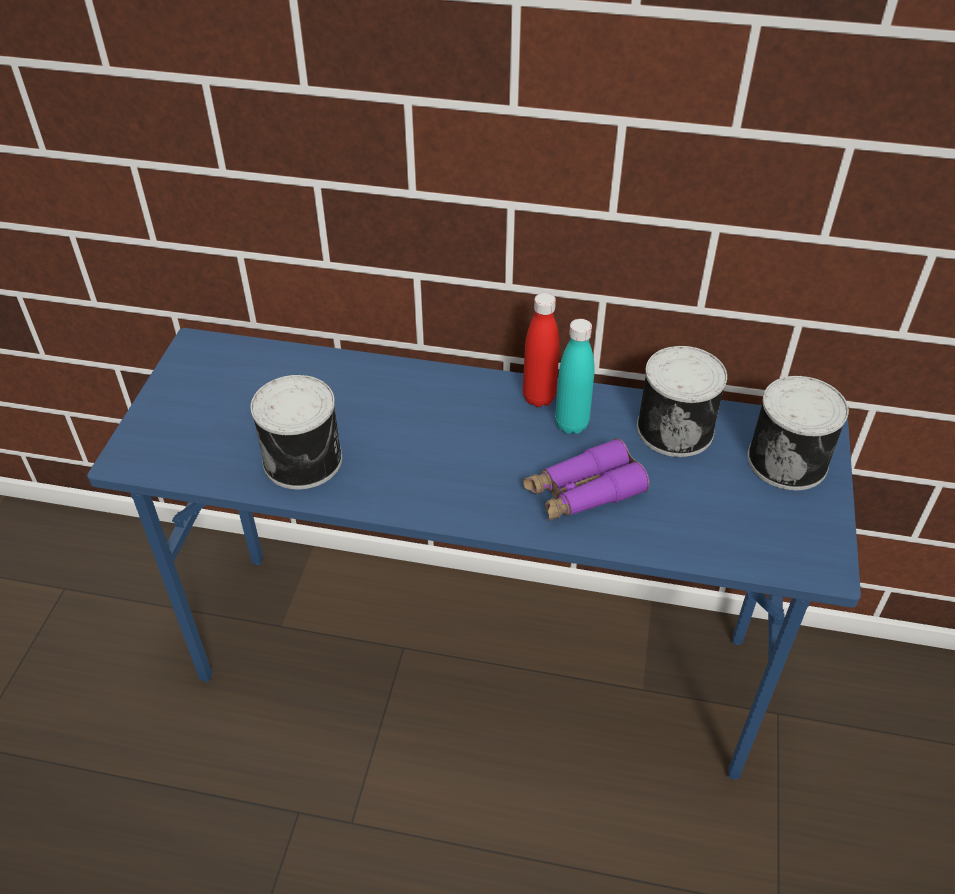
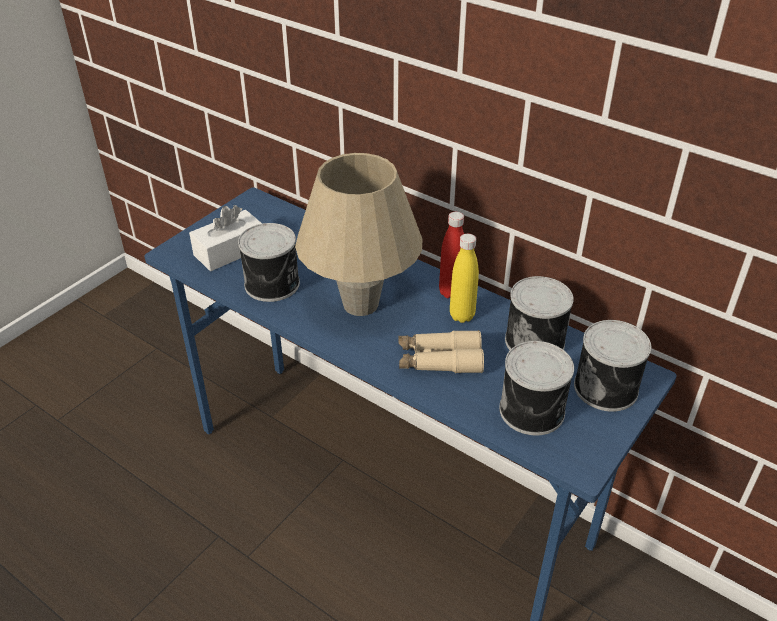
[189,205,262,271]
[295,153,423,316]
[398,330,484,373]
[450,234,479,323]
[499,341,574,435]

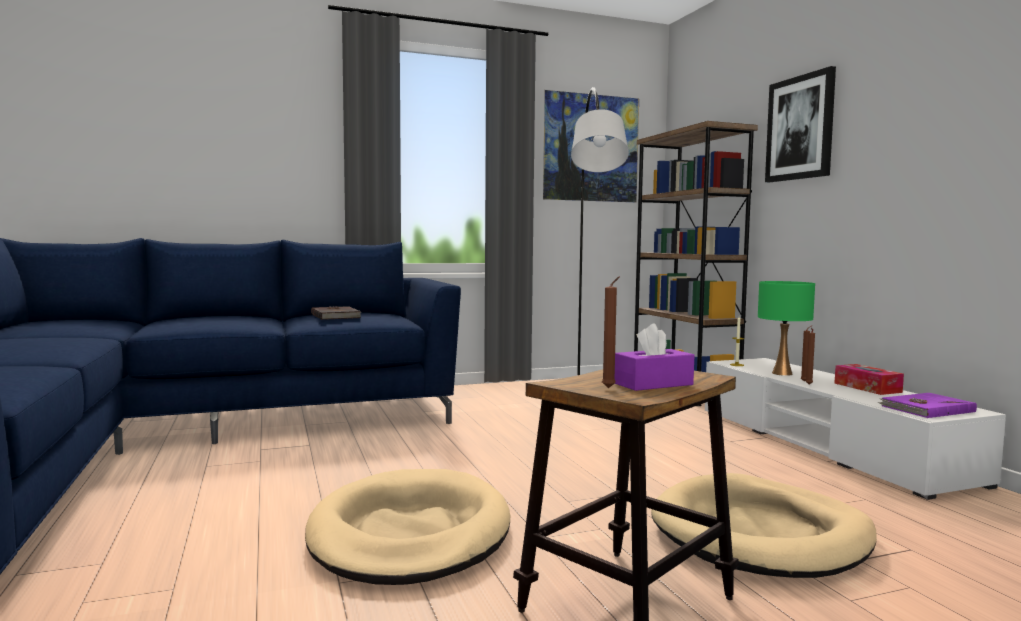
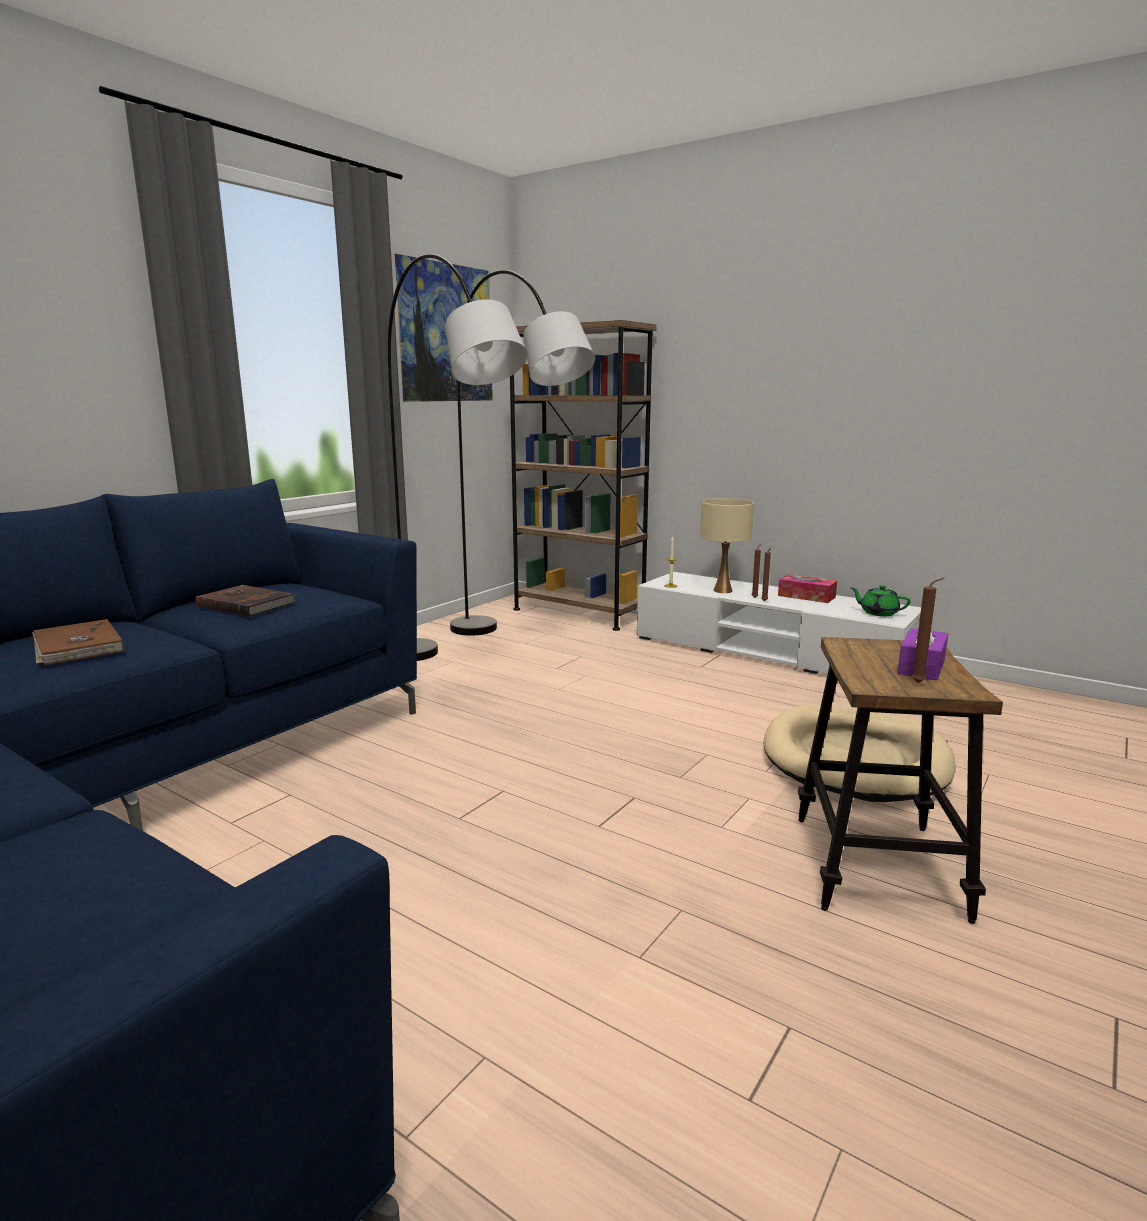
[32,619,124,665]
[388,254,528,661]
[700,498,754,593]
[851,585,911,616]
[305,469,510,585] (first image)
[765,66,836,182] (first image)

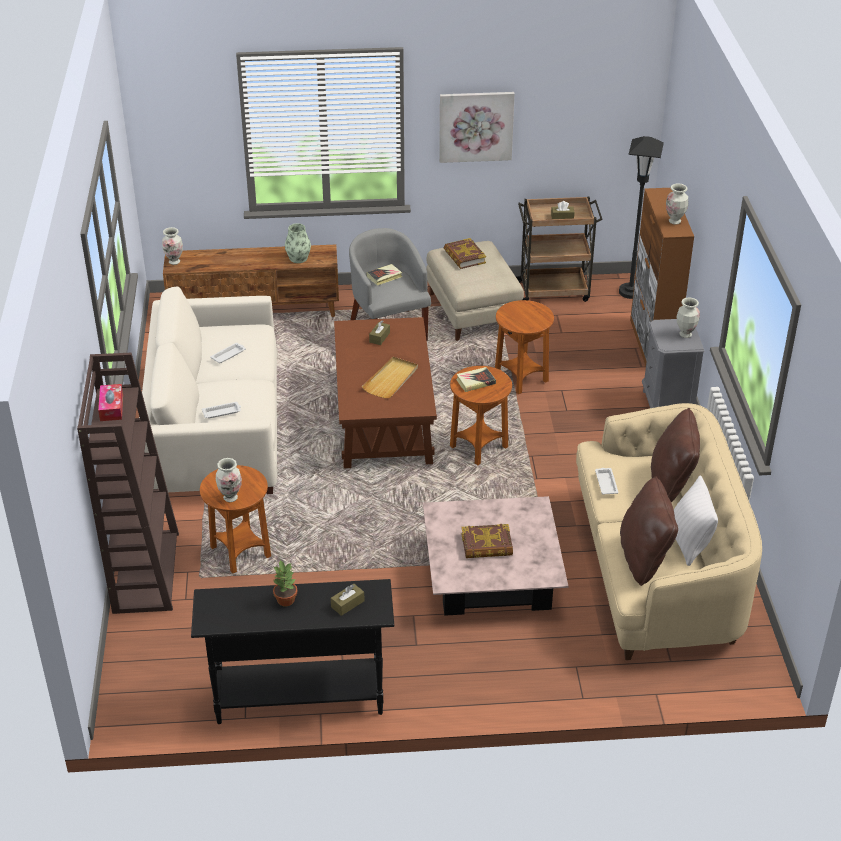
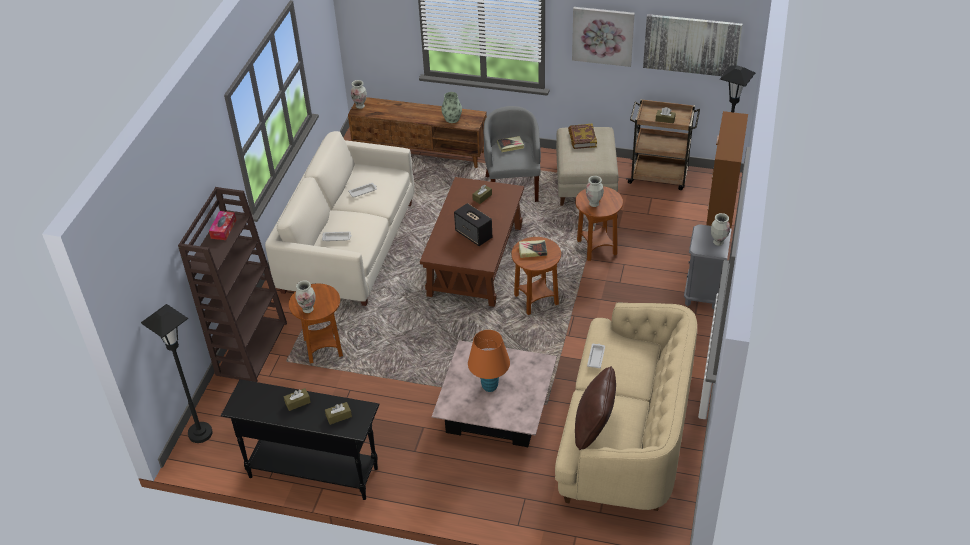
[141,304,213,443]
[284,388,311,411]
[454,203,492,246]
[468,330,510,392]
[586,176,604,207]
[643,14,742,76]
[651,408,700,502] (first image)
[674,476,718,566] (first image)

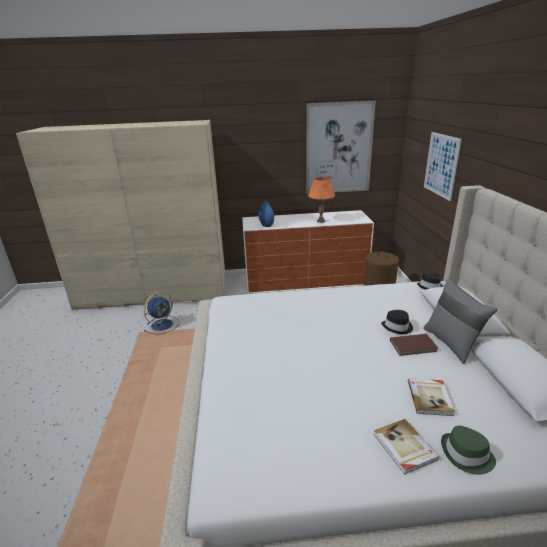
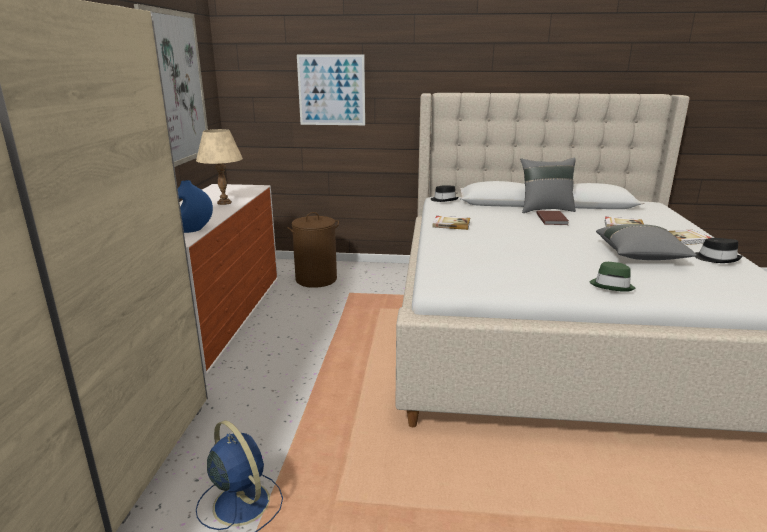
[196,129,243,205]
[433,216,470,230]
[590,262,635,292]
[596,224,697,260]
[695,238,742,263]

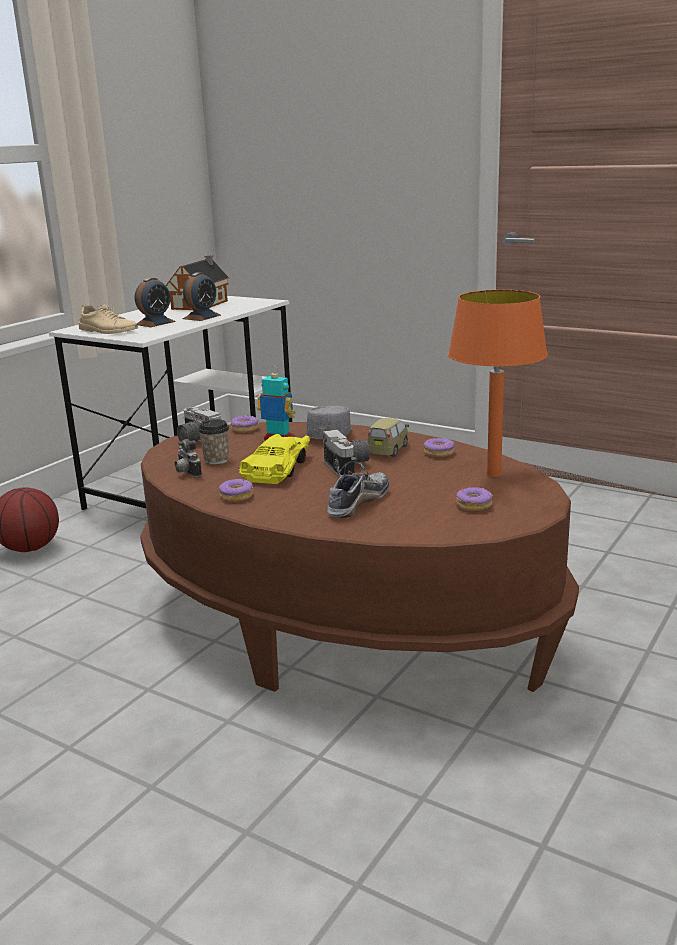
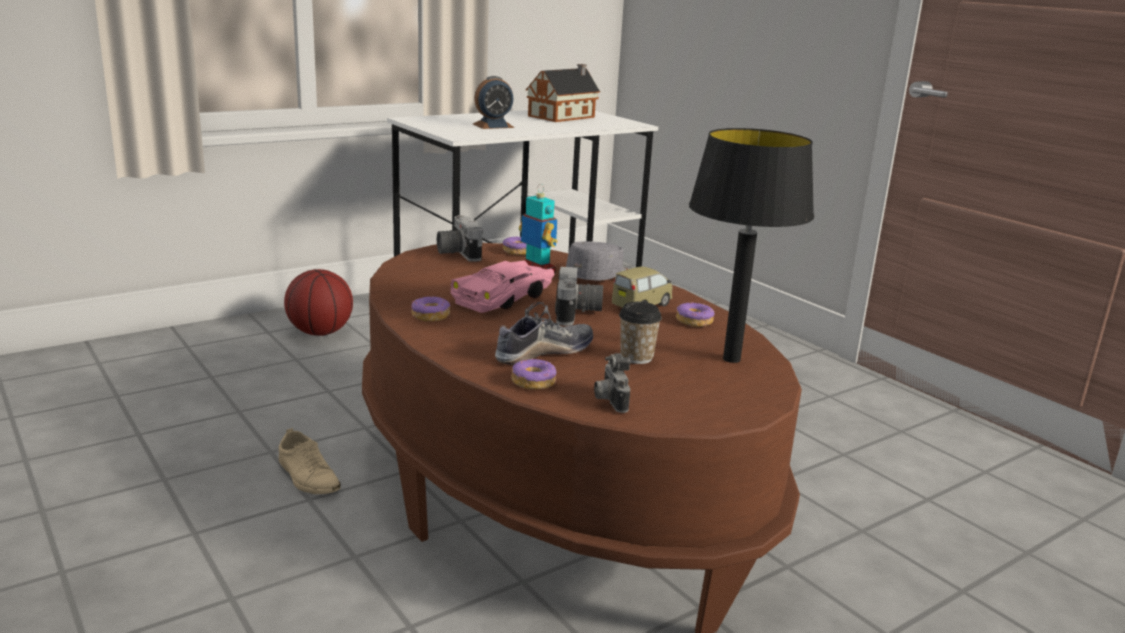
[279,428,341,494]
[450,261,554,313]
[512,359,556,389]
[594,353,630,413]
[619,302,662,364]
[689,128,814,363]
[183,272,221,321] (first image)

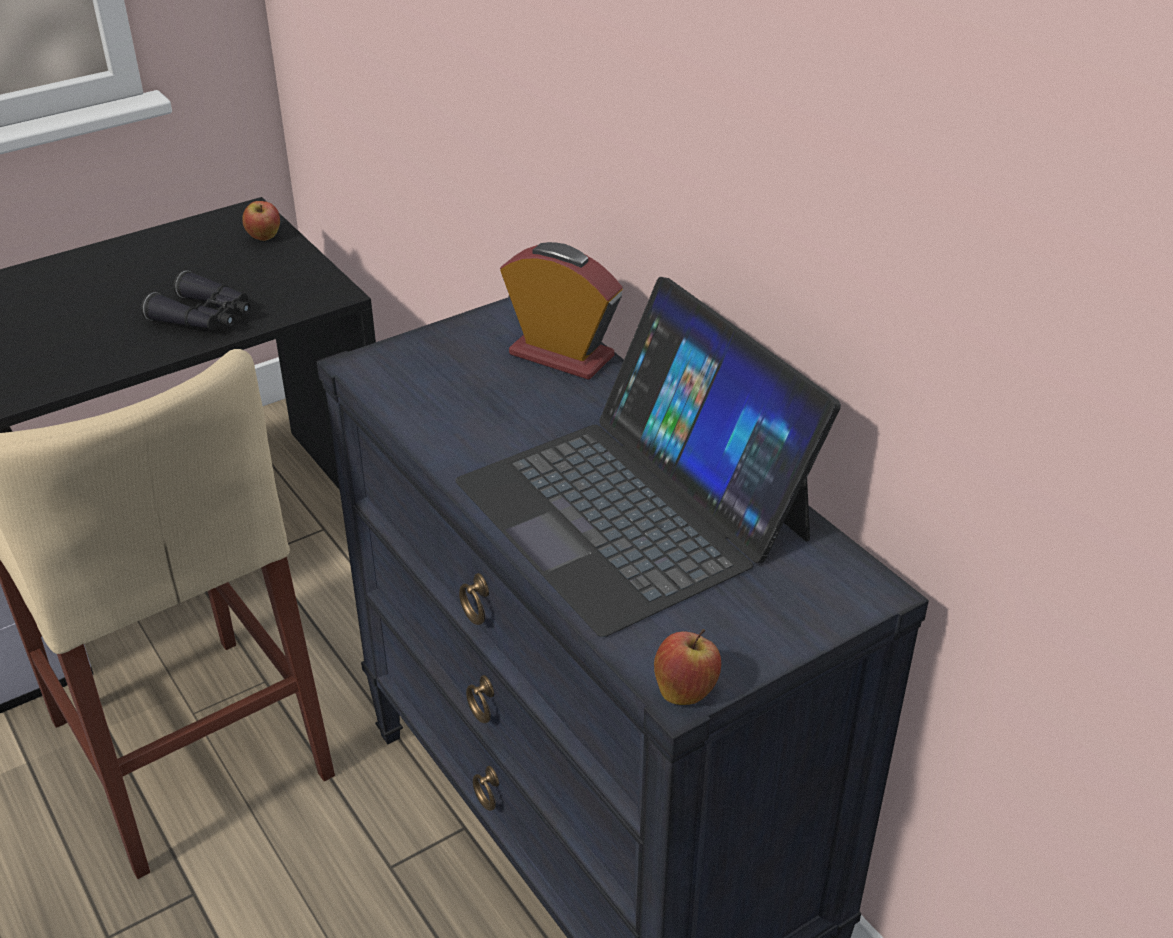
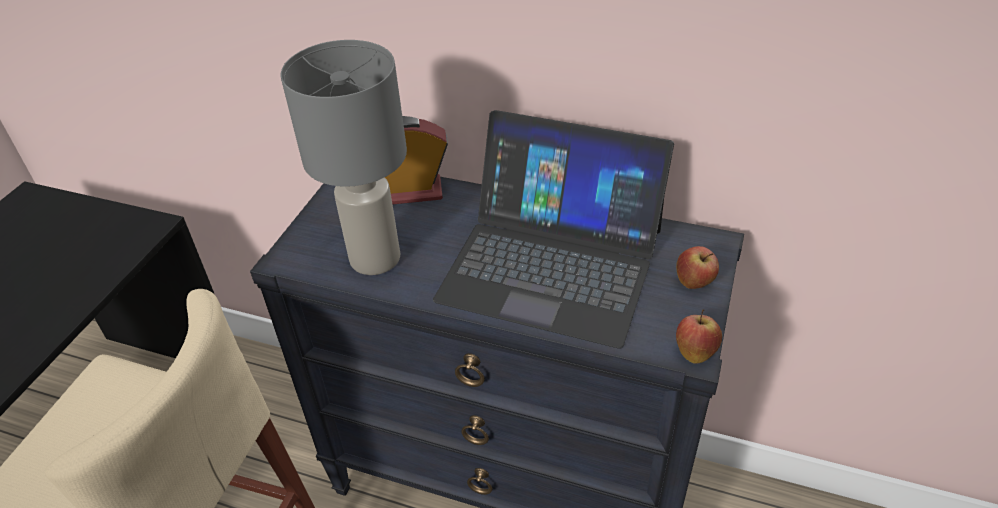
[281,40,407,275]
[676,246,719,289]
[141,270,251,330] (first image)

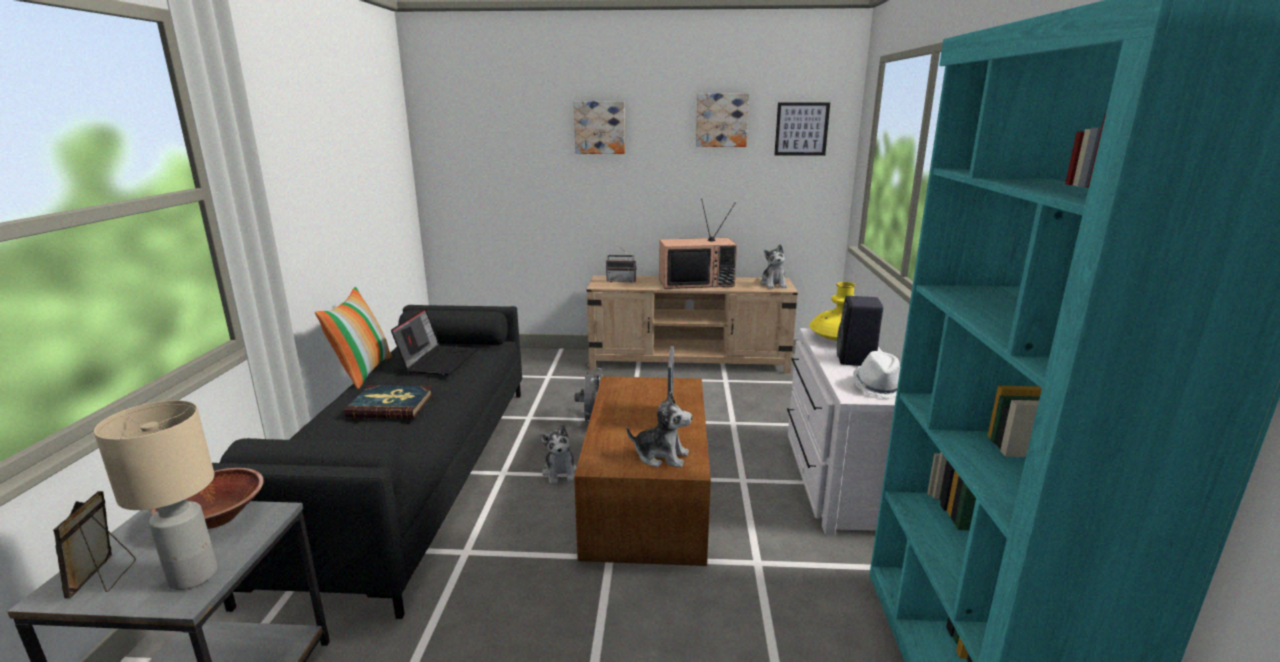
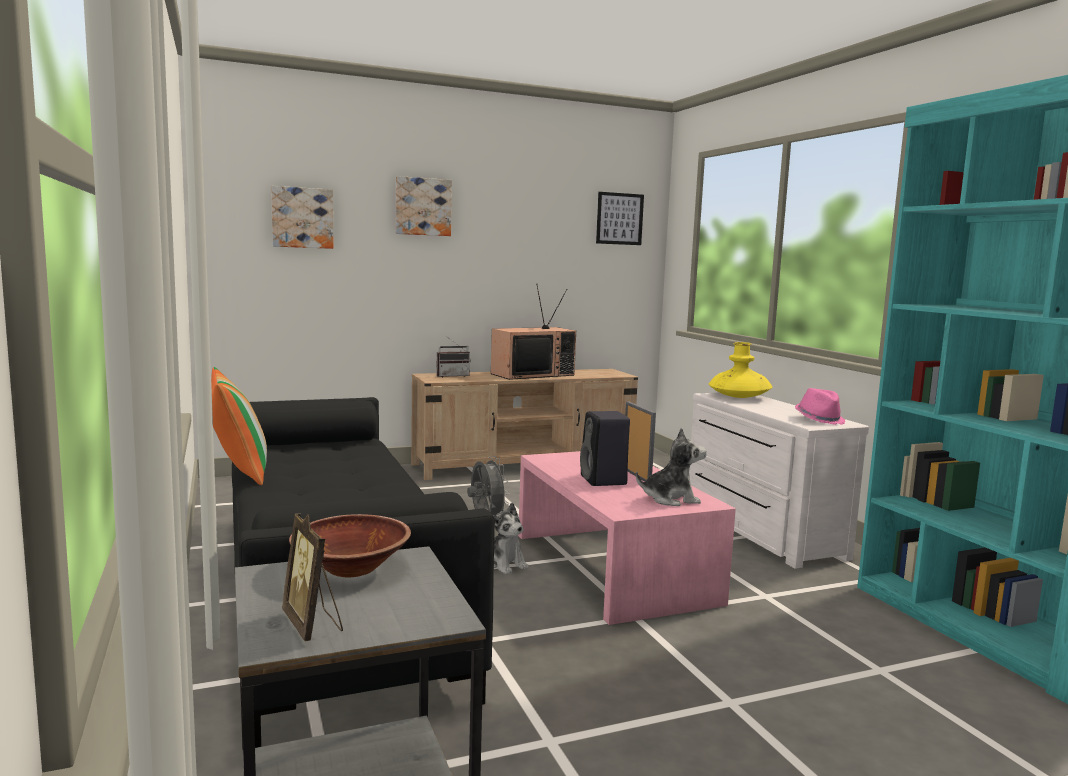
[271,186,333,249]
[518,451,736,625]
[580,411,630,486]
[795,388,845,425]
[94,400,217,590] (first image)
[344,385,433,419] (first image)
[391,308,478,375] (first image)
[760,244,787,288] (first image)

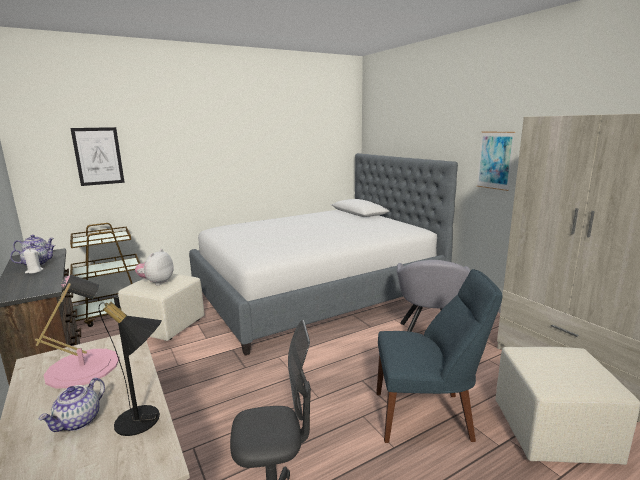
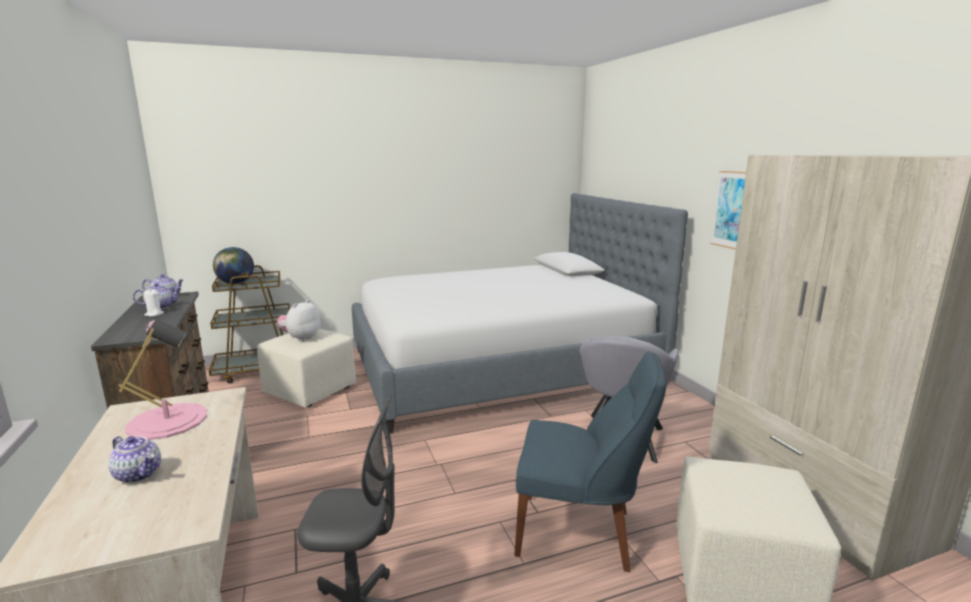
[108,436,161,483]
[213,247,254,284]
[70,127,125,186] (first image)
[99,296,162,436] (first image)

